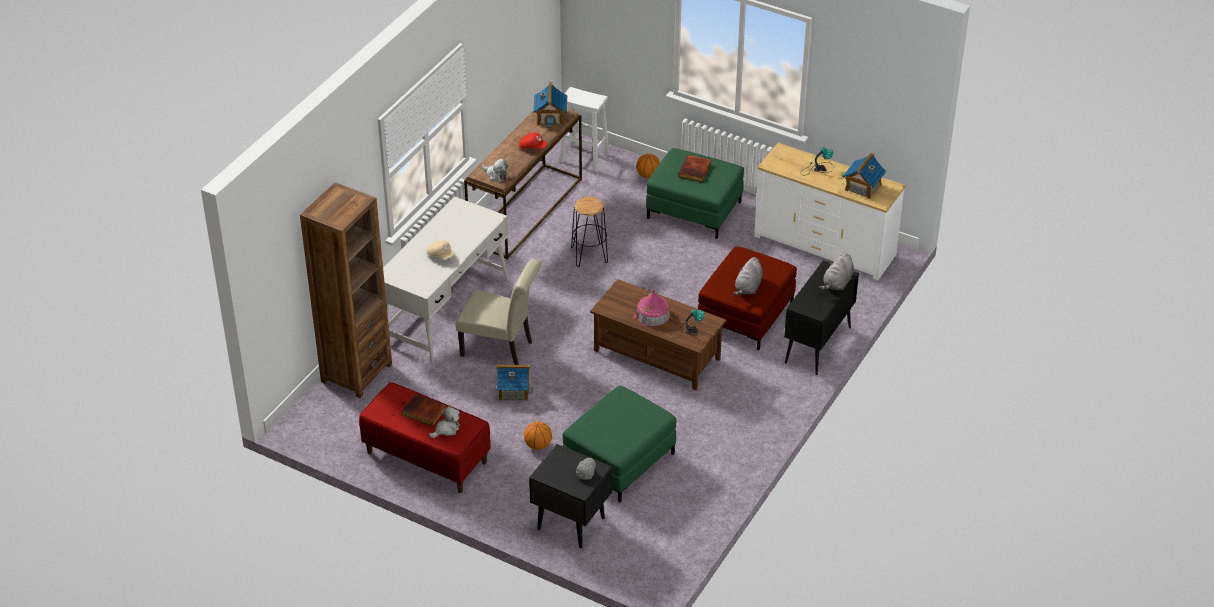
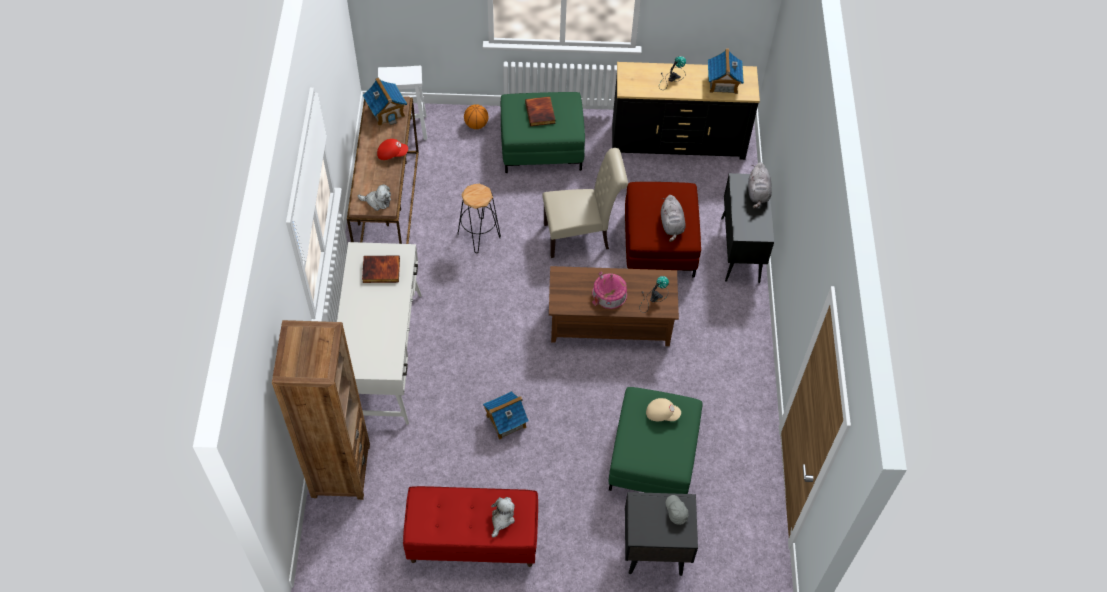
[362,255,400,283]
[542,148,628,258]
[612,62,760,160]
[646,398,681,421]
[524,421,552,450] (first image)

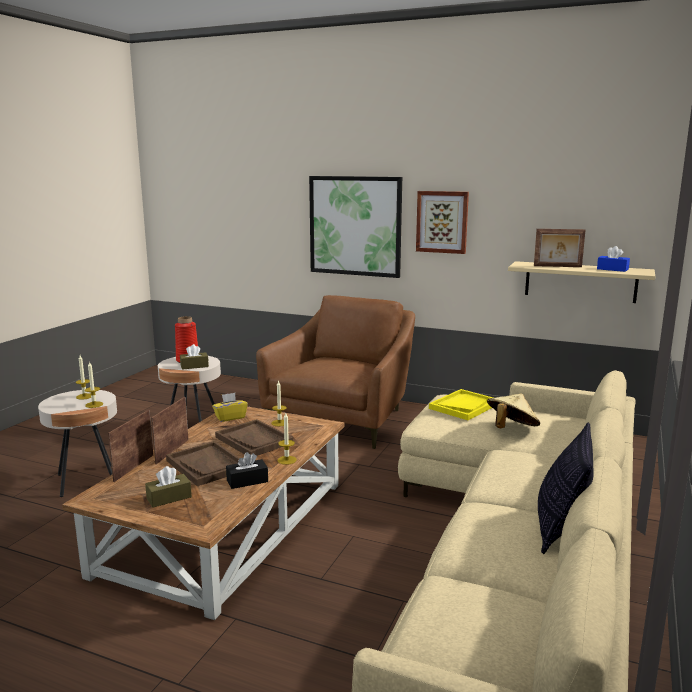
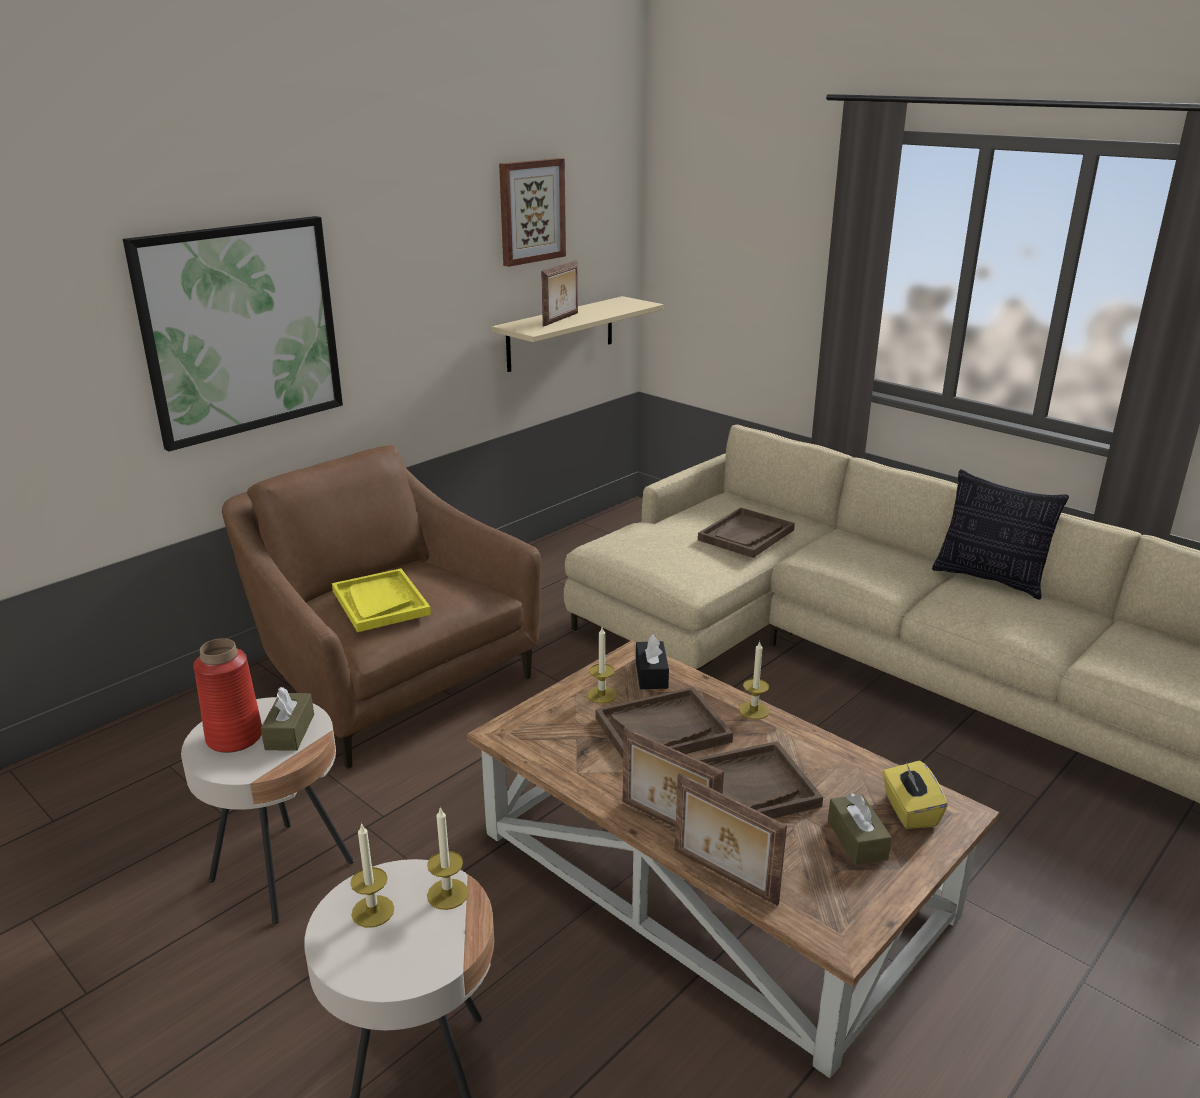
[332,568,431,632]
[499,158,566,267]
[636,634,669,689]
[698,508,795,558]
[882,761,948,829]
[597,246,630,272] (first image)

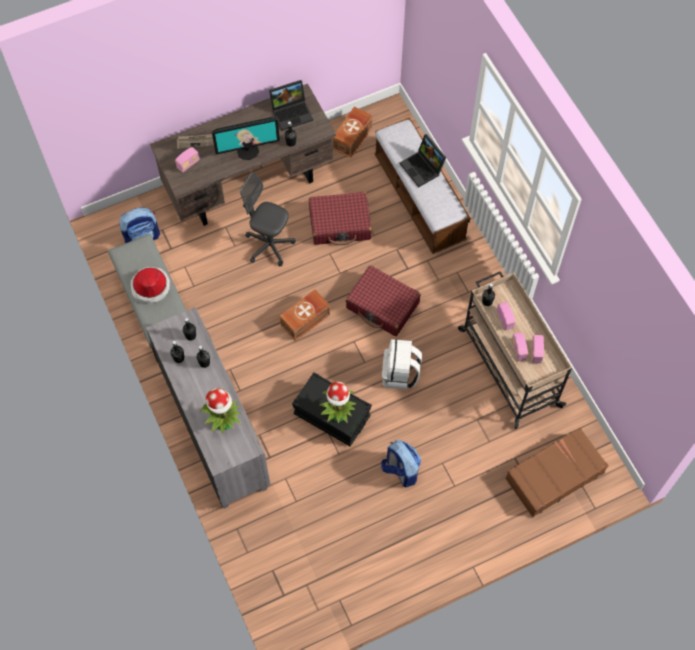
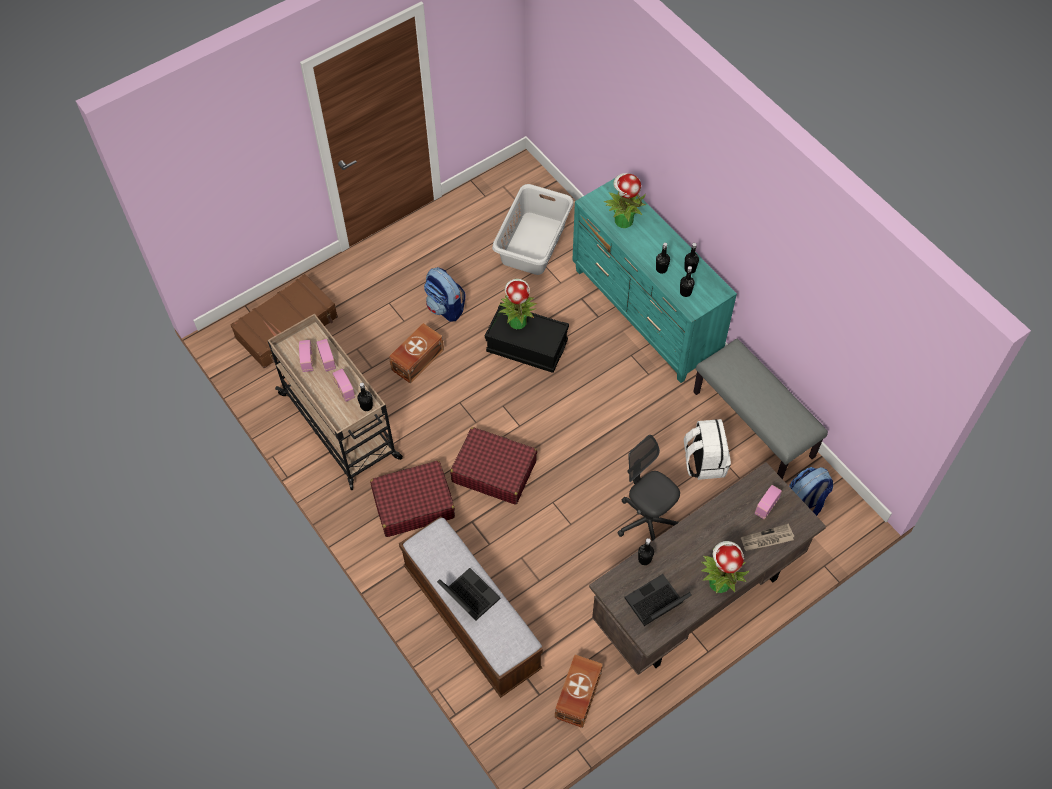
[370,460,455,537]
[389,323,444,384]
[492,184,574,275]
[572,178,737,383]
[617,435,680,541]
[684,419,731,480]
[702,541,749,593]
[130,267,170,304] (first image)
[212,117,280,160] (first image)

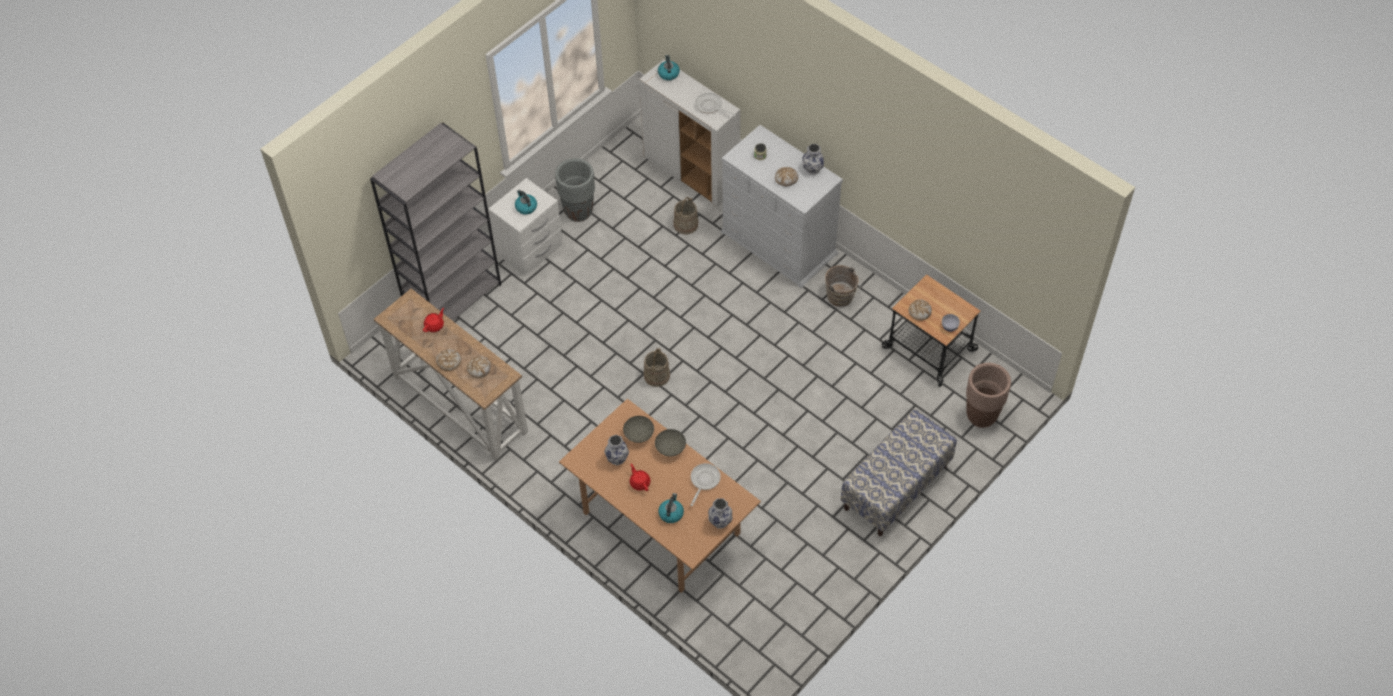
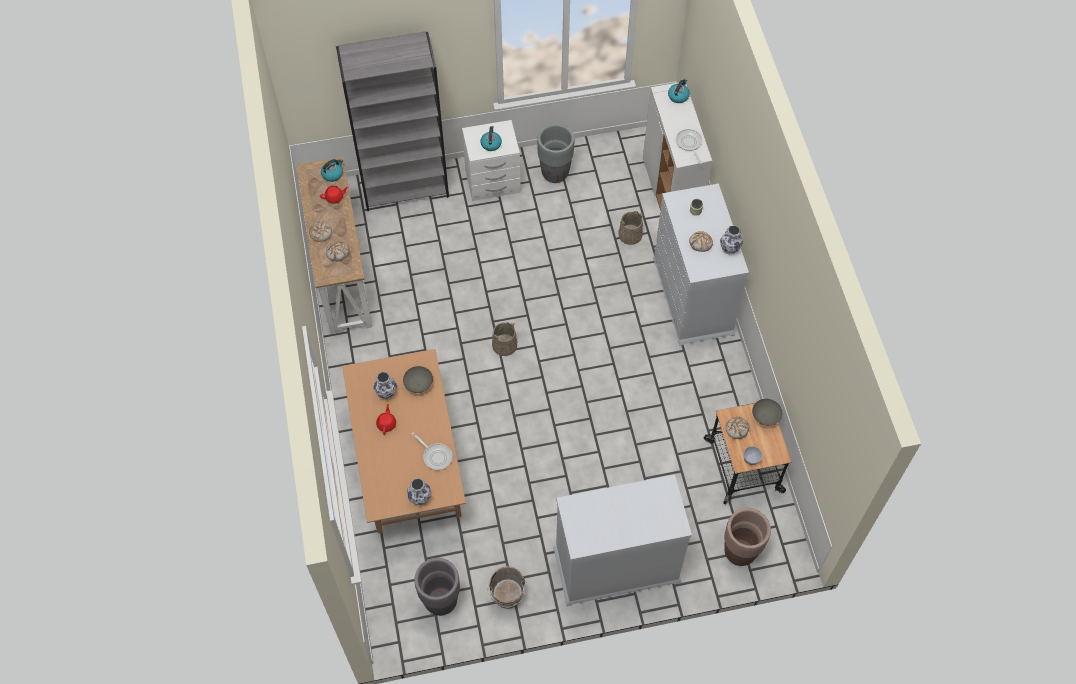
[321,159,343,182]
[411,432,453,470]
[414,558,460,616]
[487,566,527,609]
[553,475,692,606]
[752,399,782,426]

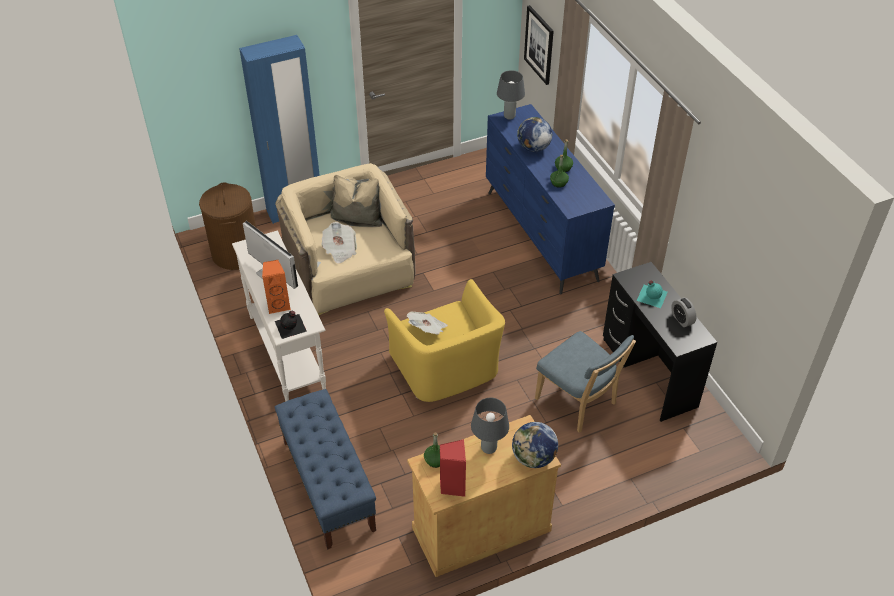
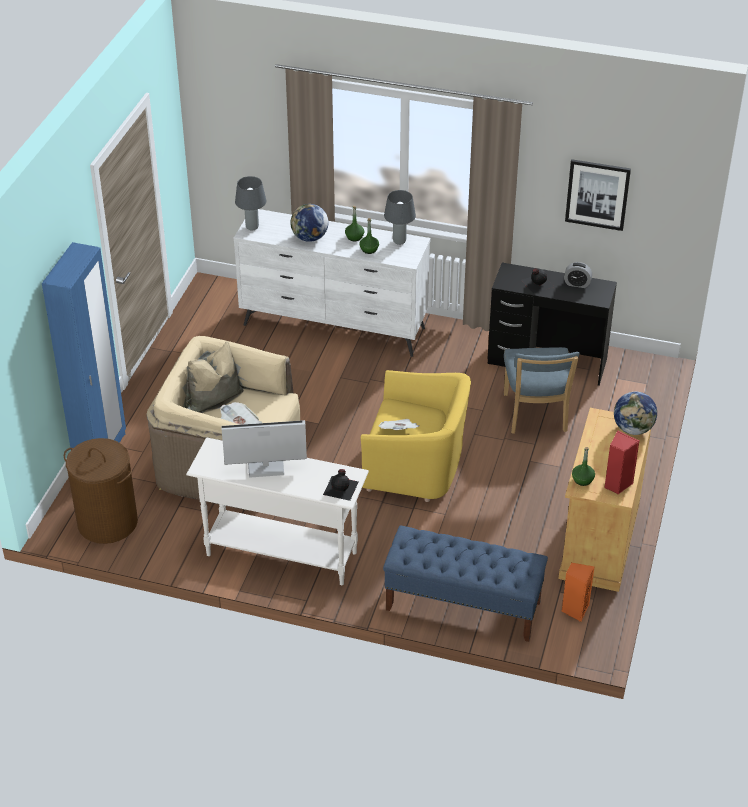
[234,209,431,357]
[384,190,416,245]
[504,347,580,434]
[521,268,554,293]
[561,563,594,622]
[565,159,631,231]

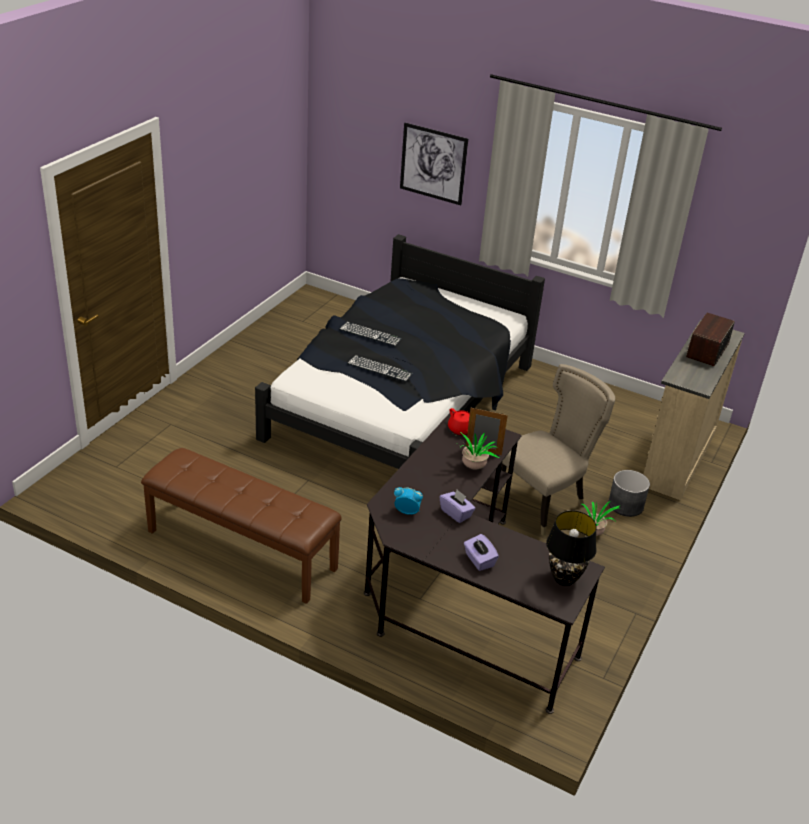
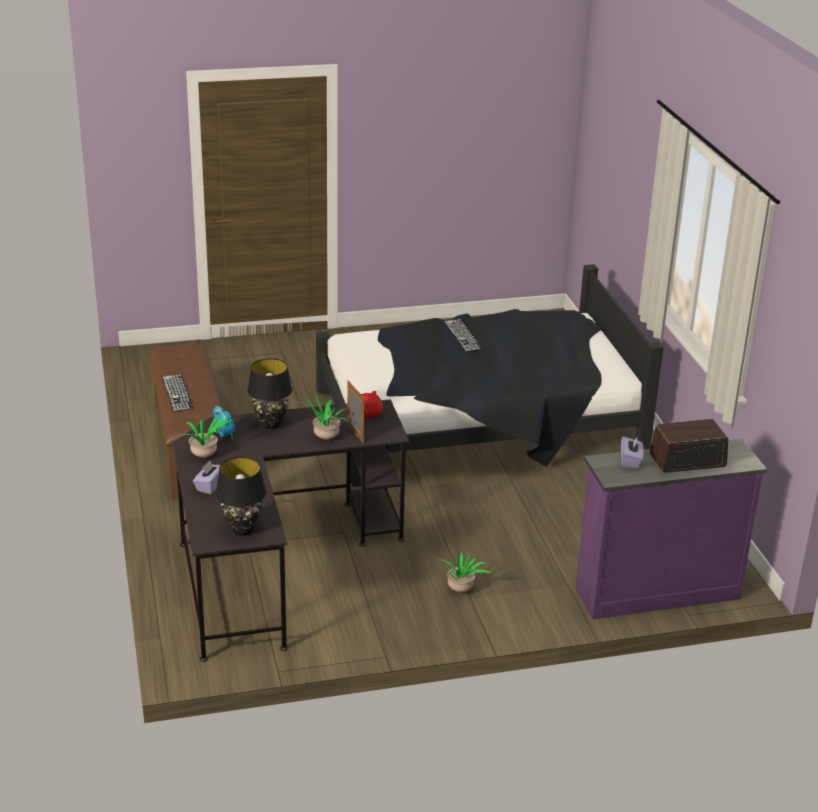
[162,374,193,412]
[180,415,232,458]
[247,358,292,429]
[576,439,767,619]
[621,437,644,469]
[400,122,468,205] (first image)
[497,364,615,536] (first image)
[608,470,650,517] (first image)

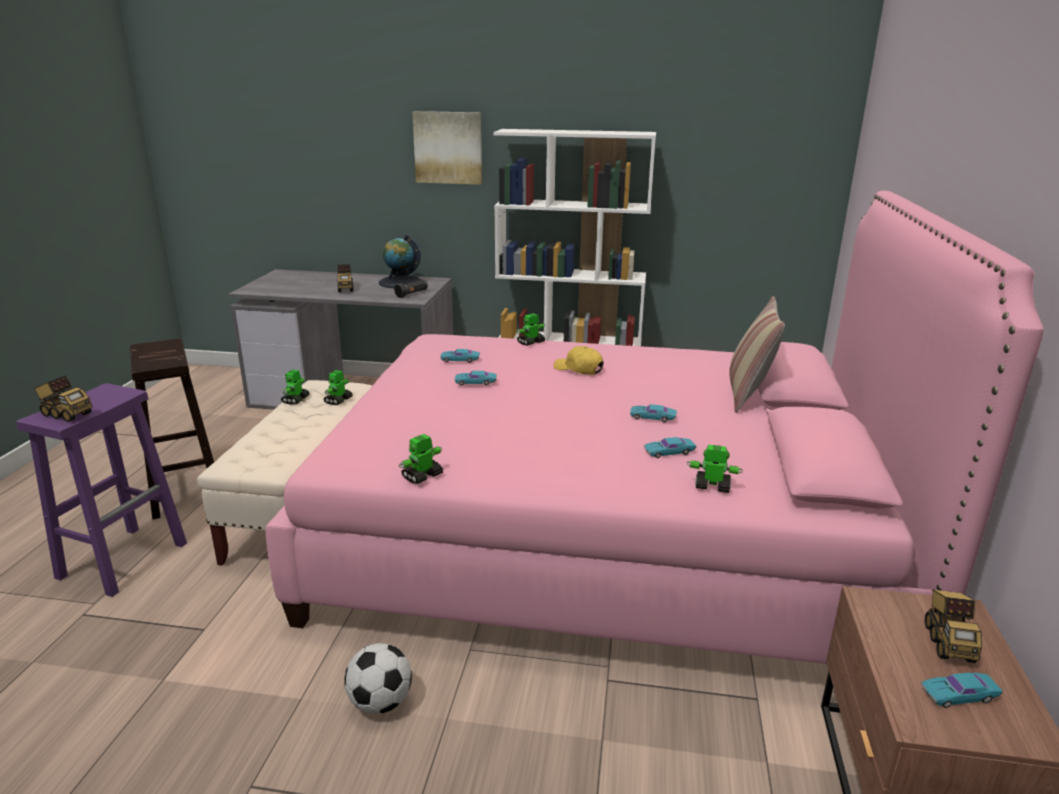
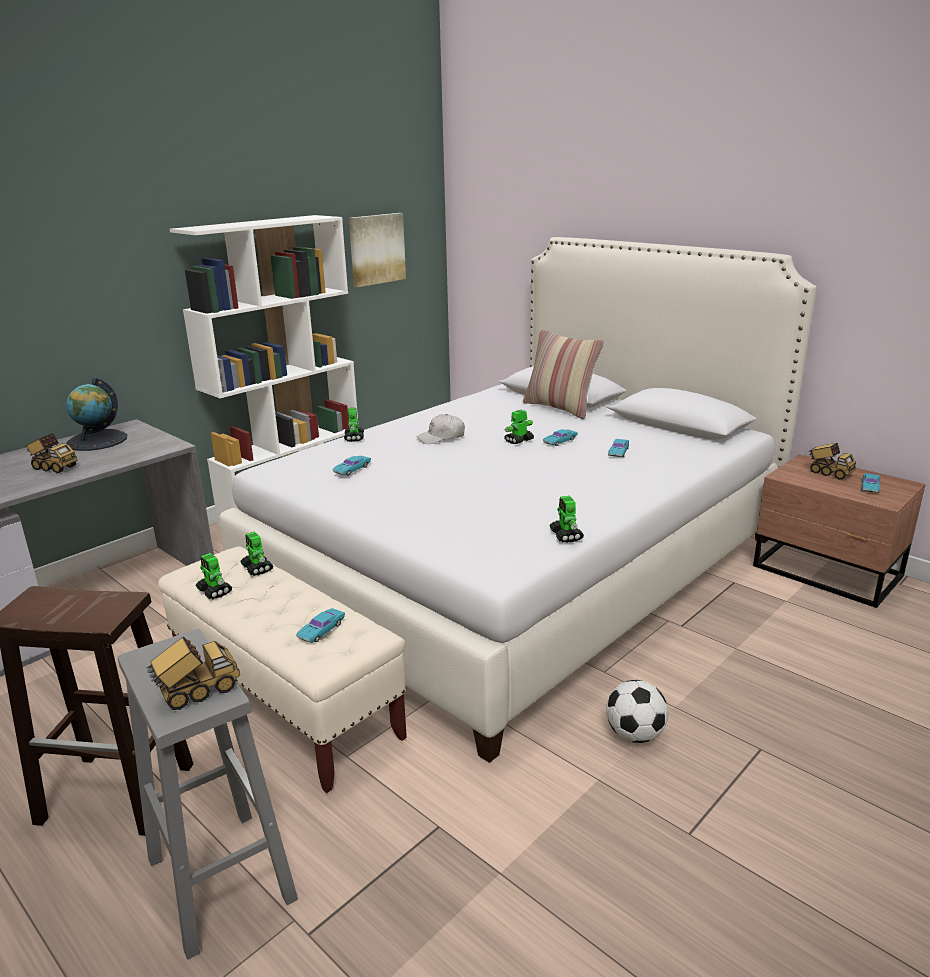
[118,629,298,960]
[219,237,817,763]
[296,608,345,643]
[349,213,406,287]
[416,414,465,444]
[504,410,534,444]
[394,280,428,298] (first image)

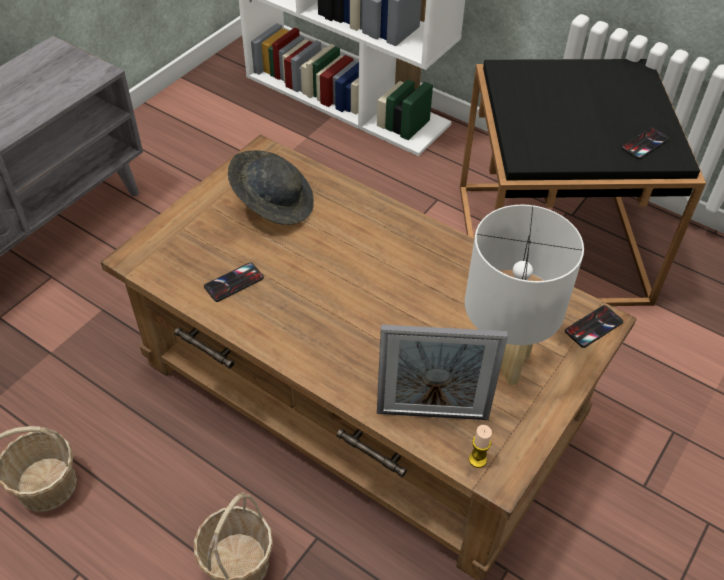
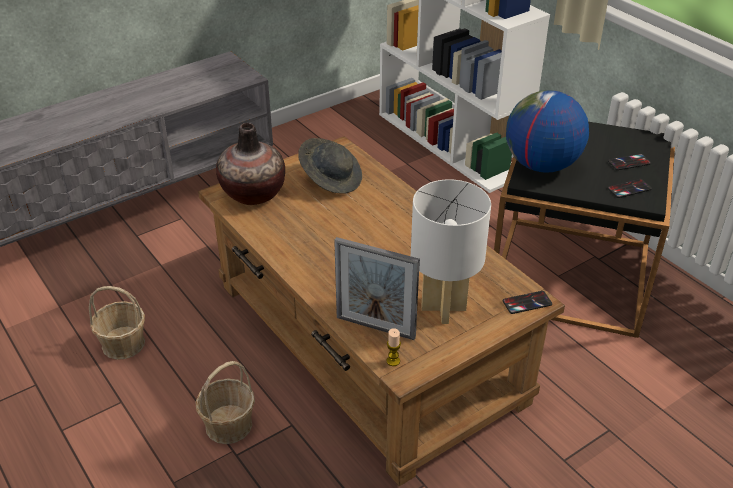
[216,123,285,205]
[506,90,589,173]
[608,154,651,170]

